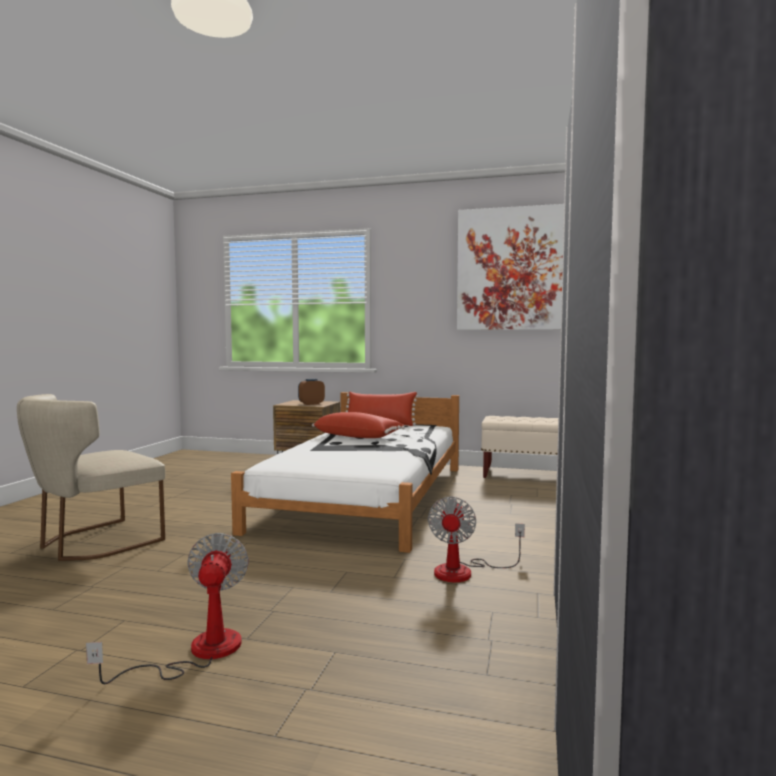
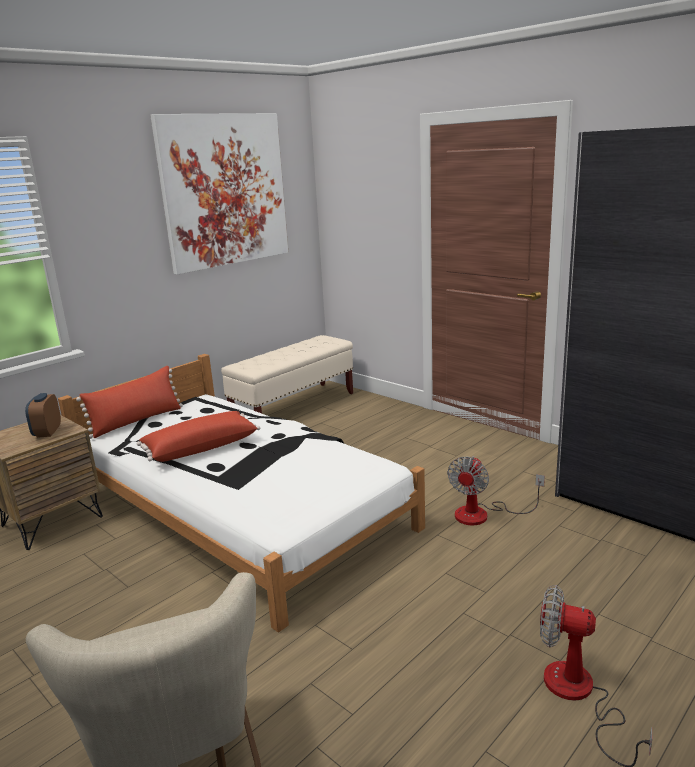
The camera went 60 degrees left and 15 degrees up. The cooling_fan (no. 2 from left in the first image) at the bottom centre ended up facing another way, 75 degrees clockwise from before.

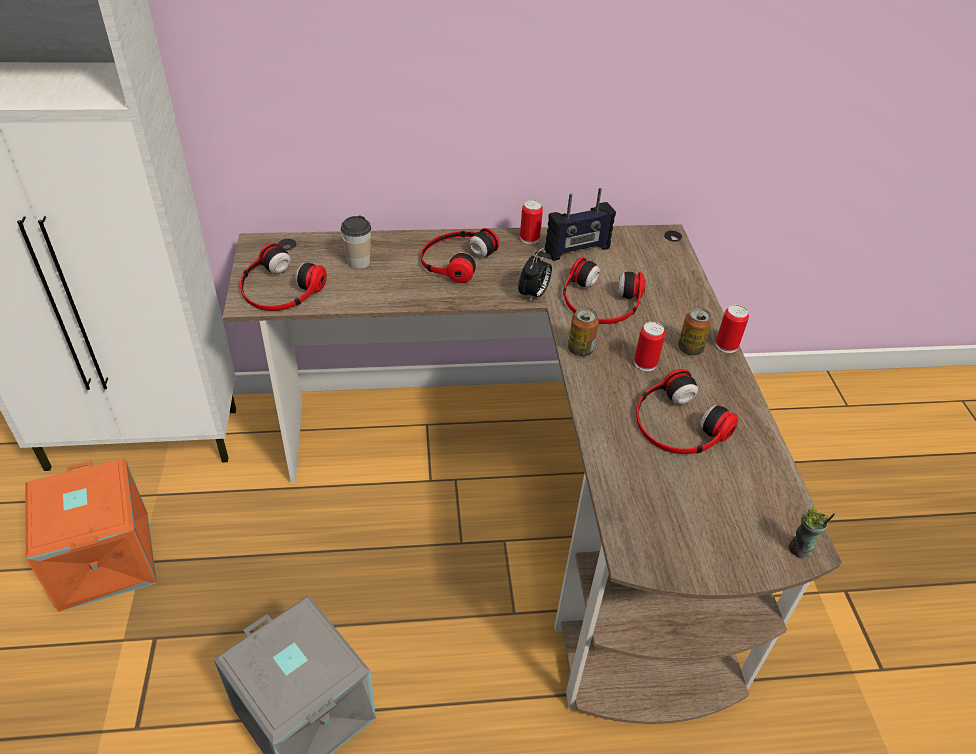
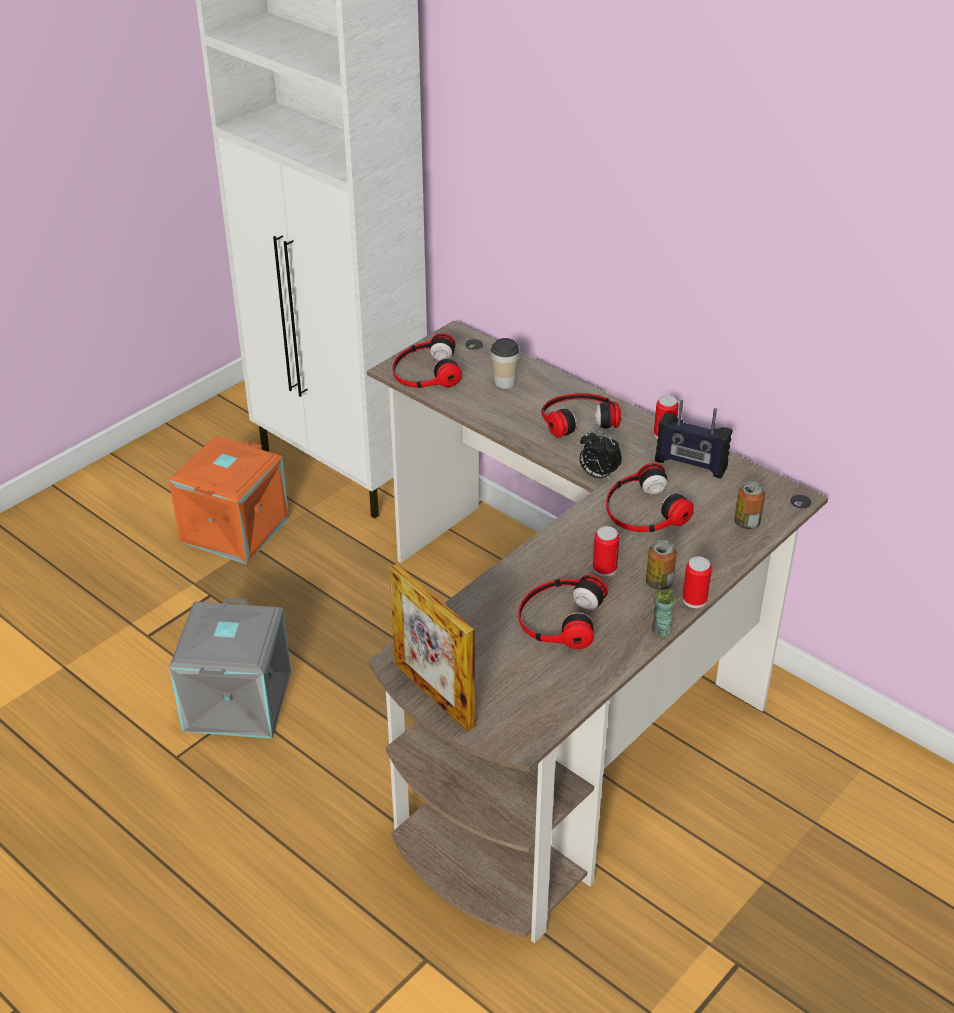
The camera went 50 degrees right and 5 degrees down. The second view gained the photo_frame at the centre. The table_clock at the centre ended up facing another way, 45 degrees clockwise from before. The small_cup (no. 2 from left) ended up elsewhere, having gone from the bottom right to the middle right. The metal_can (no. 2 from left in the first image) ended up elsewhere, having gone from the centre to the middle right.

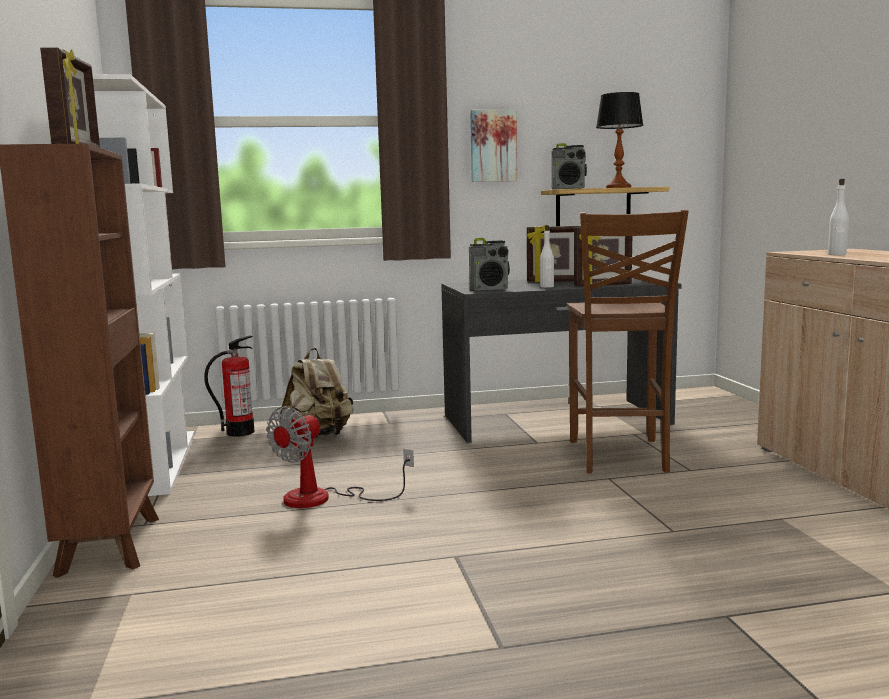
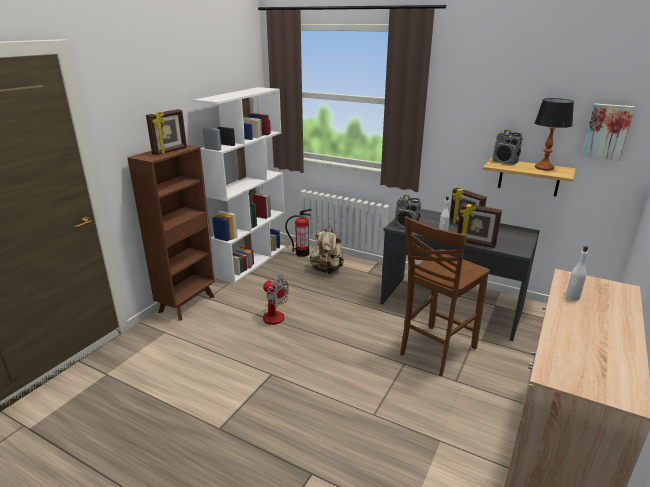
The camera went 40 degrees right and 15 degrees up. The cooling_fan at the centre ended up facing another way, 120 degrees counterclockwise from before. The picture ended up elsewhere, having gone from the top centre to the top right.

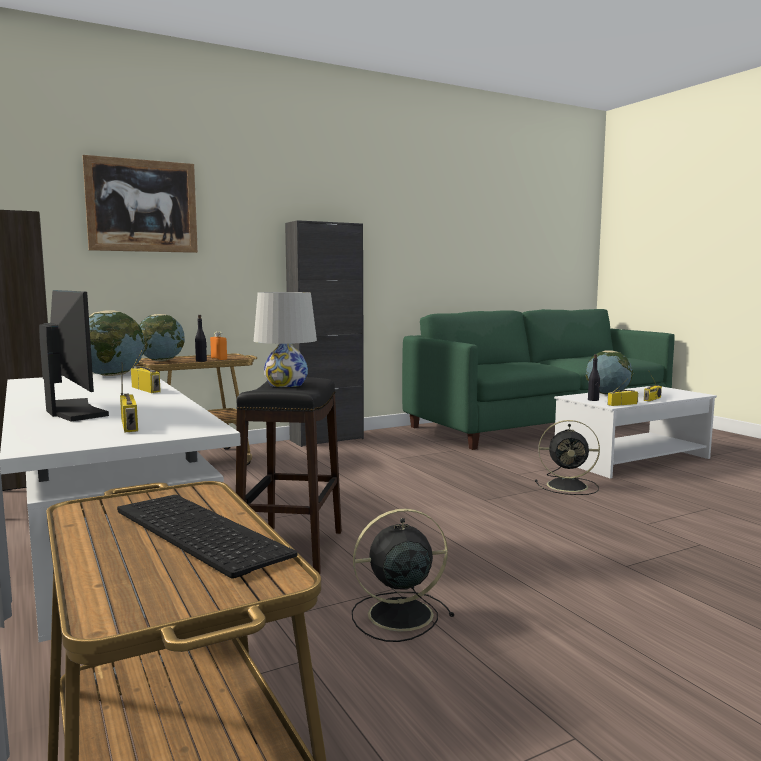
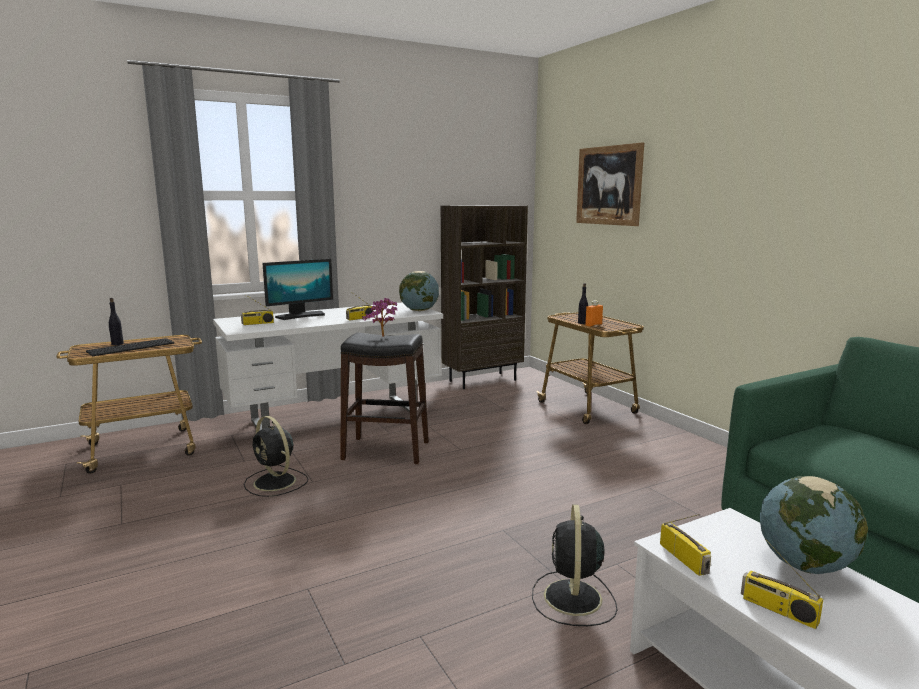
The camera went 90 degrees right and 5 degrees up. The blackish_bottle (no. 2 from left in the first image) ended up elsewhere, having gone from the middle right to the middle left. The blackish_cooling_fan (no. 1 from left) at the bottom centre ended up facing another way, 150 degrees clockwise from before. Where the white_tabletop_lamp stood at the centre, the plant_in_a_pot came to stand at the centre. The second view lost the desk_globe (no. 2 from left) at the middle left. The second view lost the blackish_cupboard at the centre.

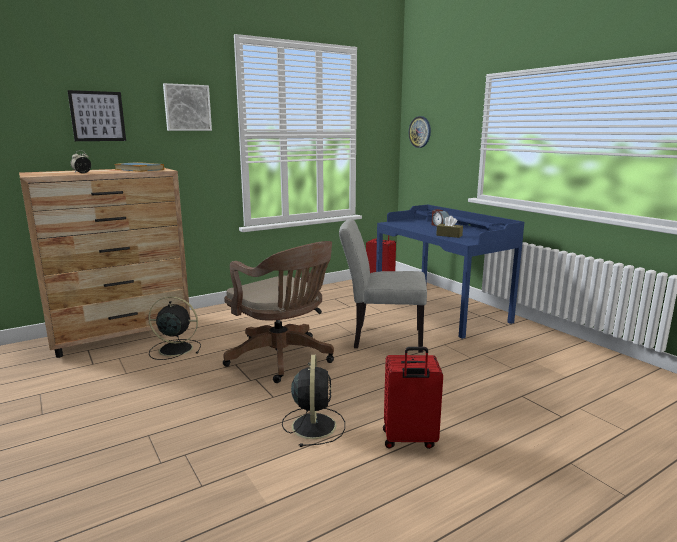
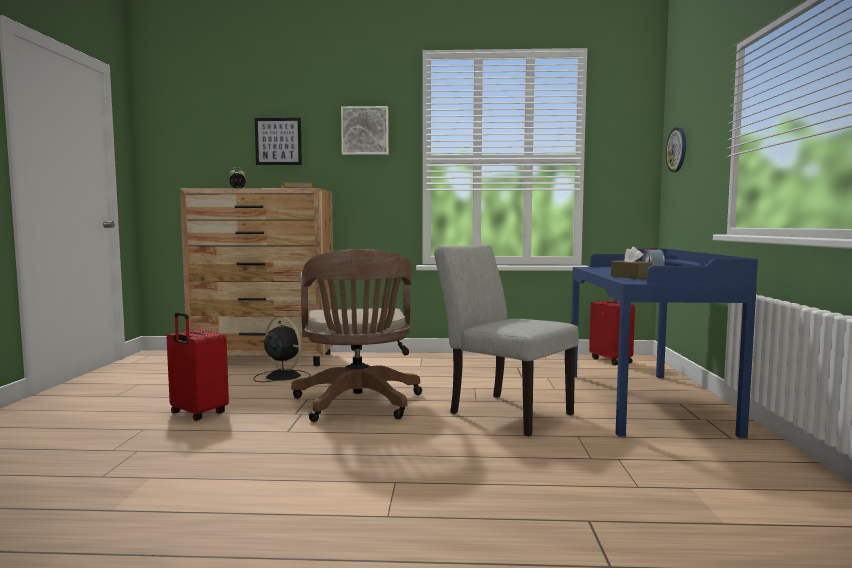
The camera went 35 degrees right and 10 degrees down. The red-coloured_suitcase (no. 2 from left in the first image) ended up elsewhere, having gone from the bottom centre to the middle left. The second view lost the blackish_cooling_fan (no. 2 from left) at the bottom centre.

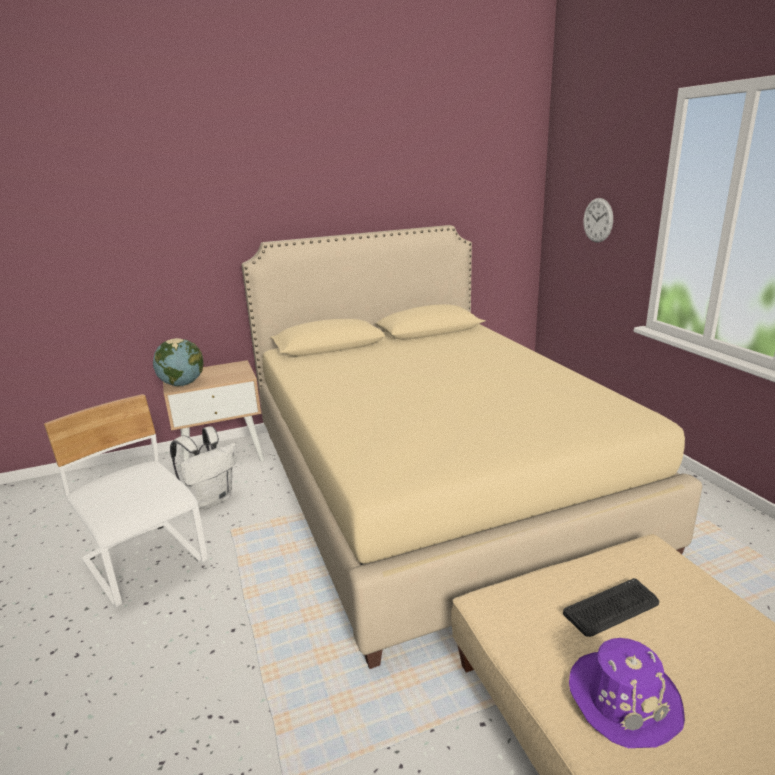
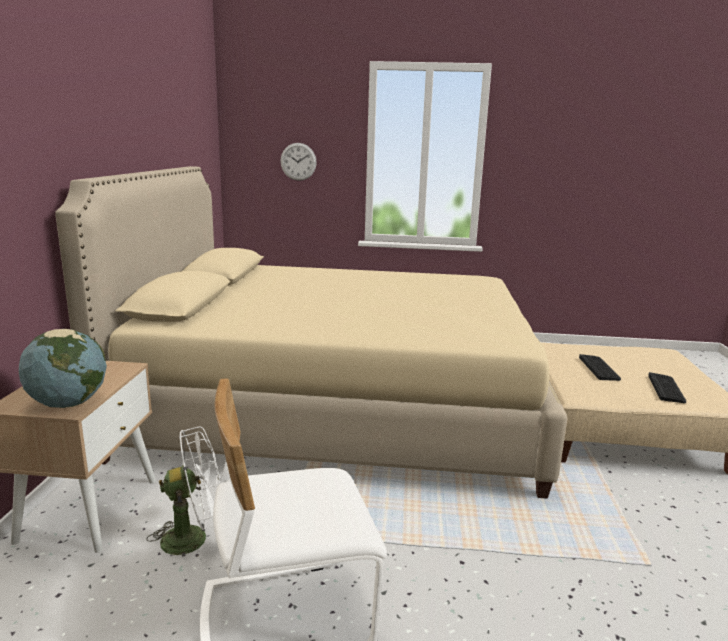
The camera went 65 degrees left and 5 degrees down. Where the white_backpack stood at the middle left, the white_cooling_fan came to stand at the bottom left. Where the purple_hat stood at the bottom right, the PC_keyboard (no. 2 from left) came to stand at the middle right.

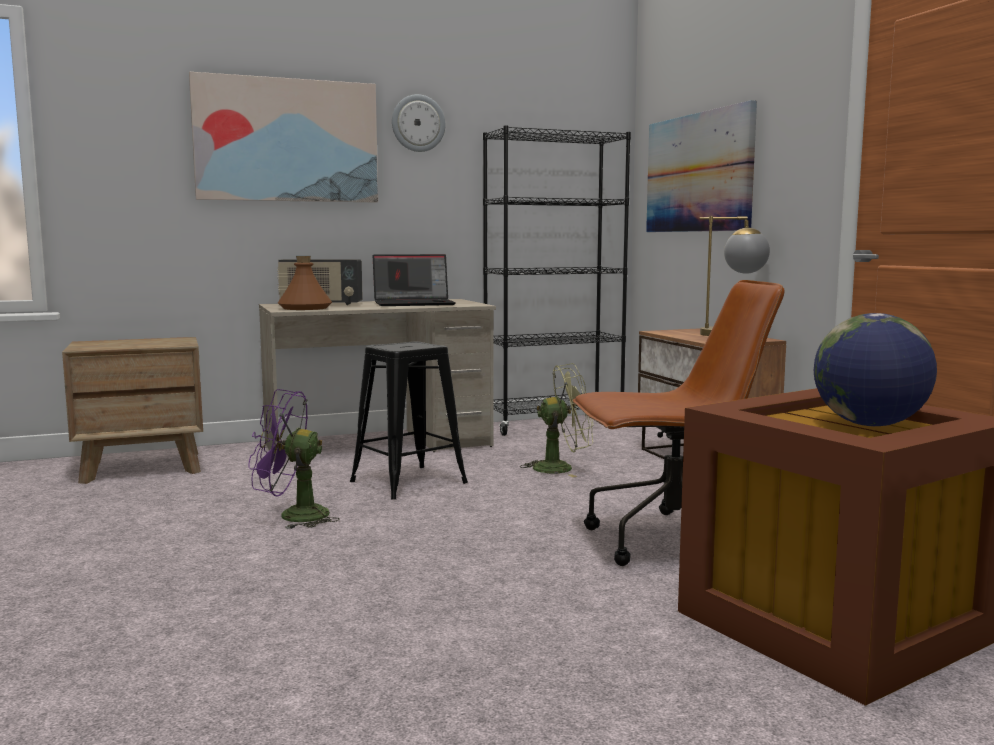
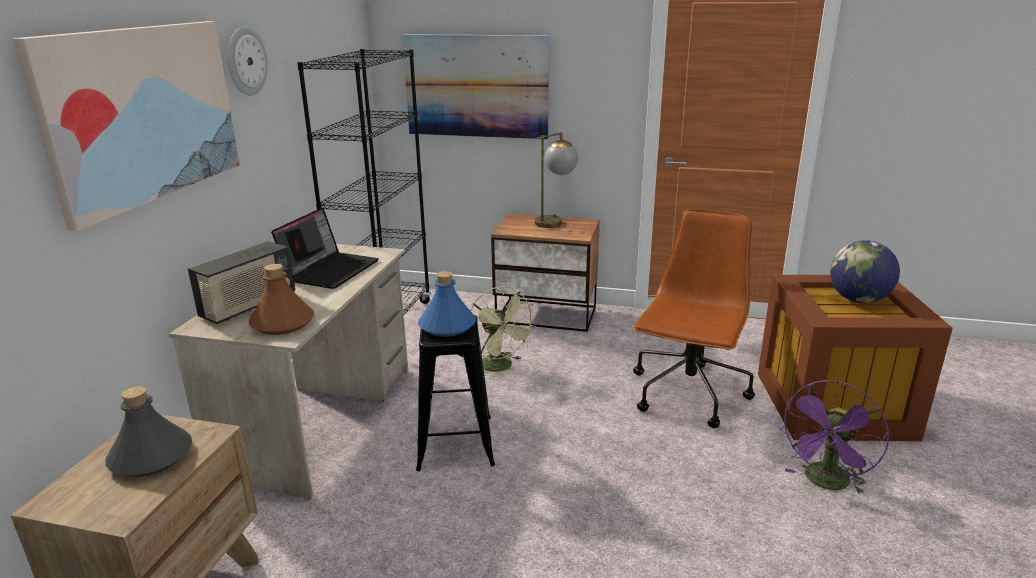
The camera went 55 degrees left and 15 degrees up. The second view gained the gray_bottle at the bottom left. The second view gained the blue-coloured_bottle at the centre. The greenish_cooling_fan at the centre ended up facing another way, 120 degrees clockwise from before. The purple_cooling_fan ended up elsewhere, having gone from the middle left to the bottom right.

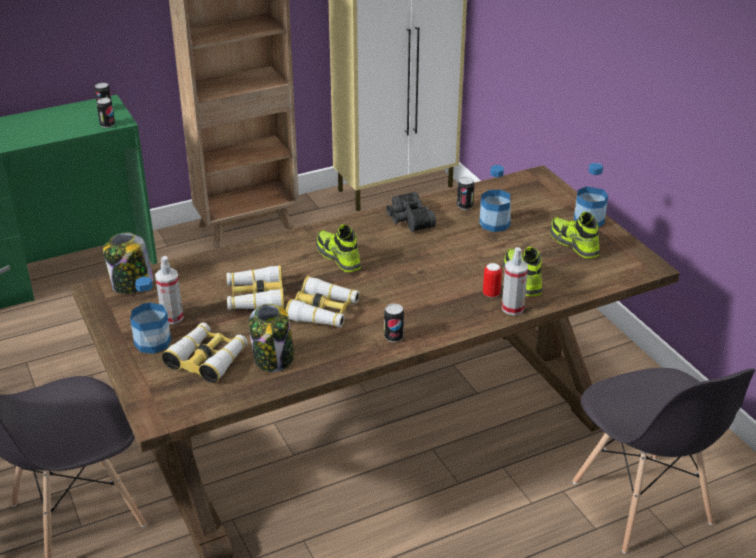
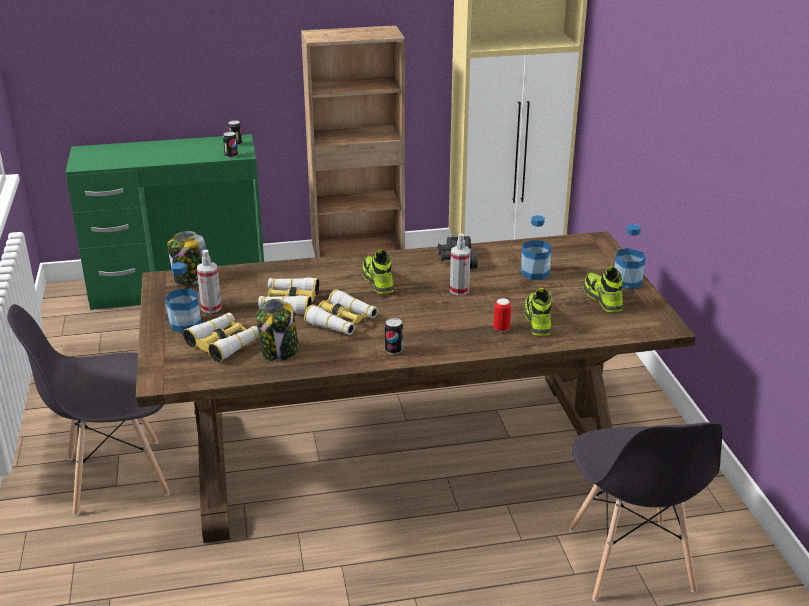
The camera went 15 degrees right and 5 degrees down. The spray_bottle (no. 2 from left) ended up elsewhere, having gone from the middle right to the centre. The second view lost the metal_can (no. 4 from left) at the centre.

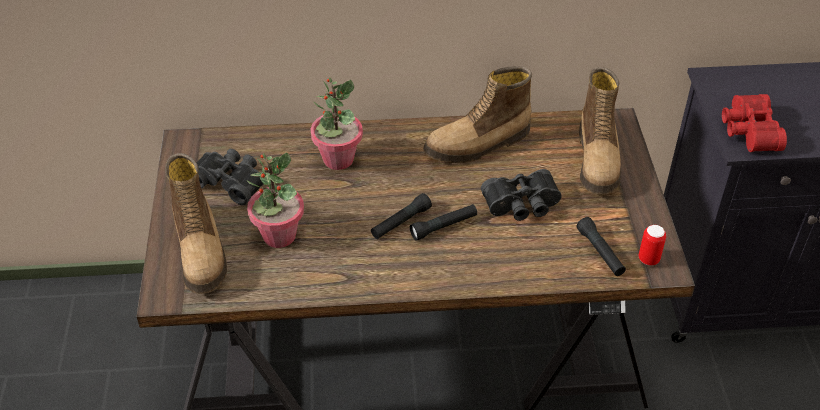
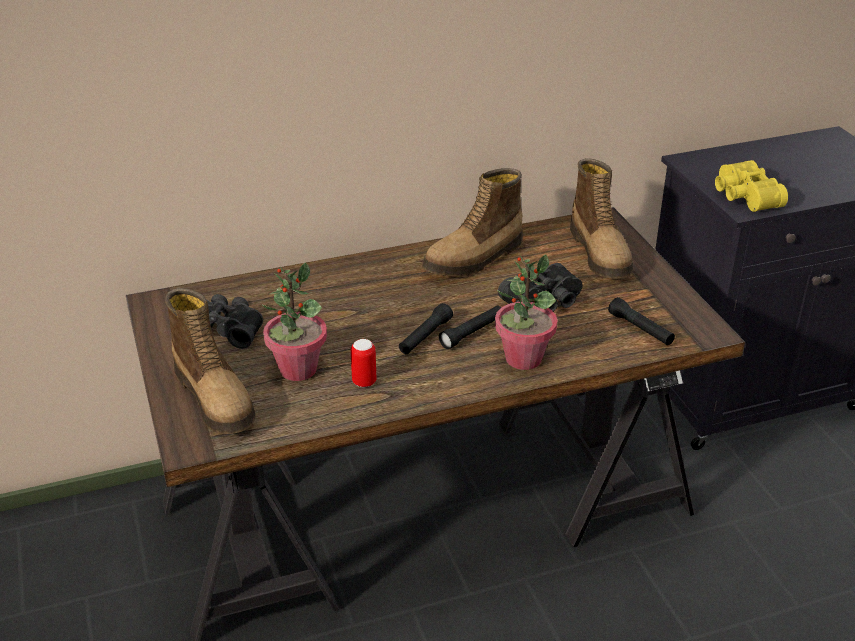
The camera went 15 degrees left and 10 degrees down. The metal_can ended up elsewhere, having gone from the middle right to the centre. The plant_in_a_pot (no. 2 from left) ended up elsewhere, having gone from the top centre to the centre. What was the red-coloured_binoculars at the top right turned into the yellowish_binoculars at the top right.

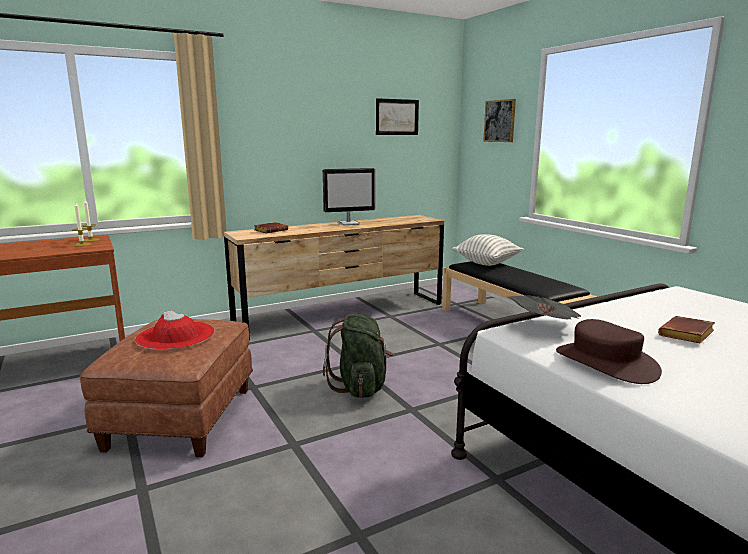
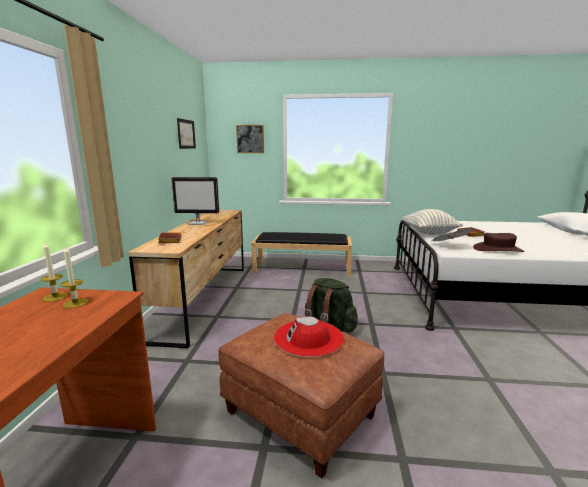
The camera went 55 degrees left and 0 degrees up. The computer_screen at the centre ended up facing another way, 75 degrees clockwise from before. The throw_pillow ended up elsewhere, having gone from the centre to the middle right.

